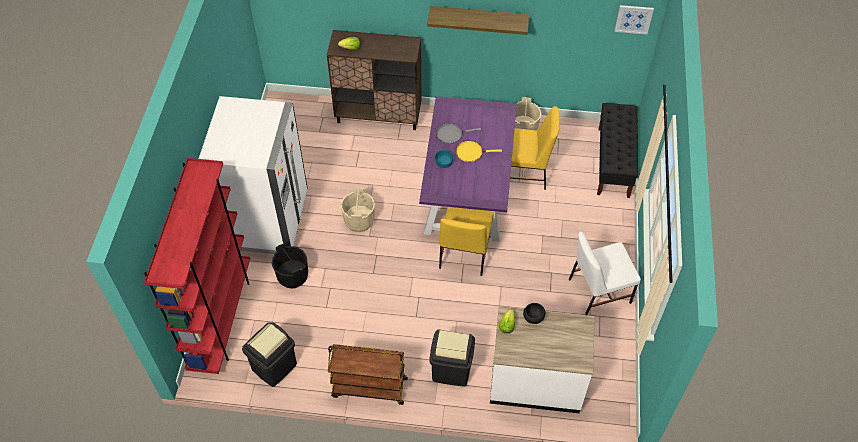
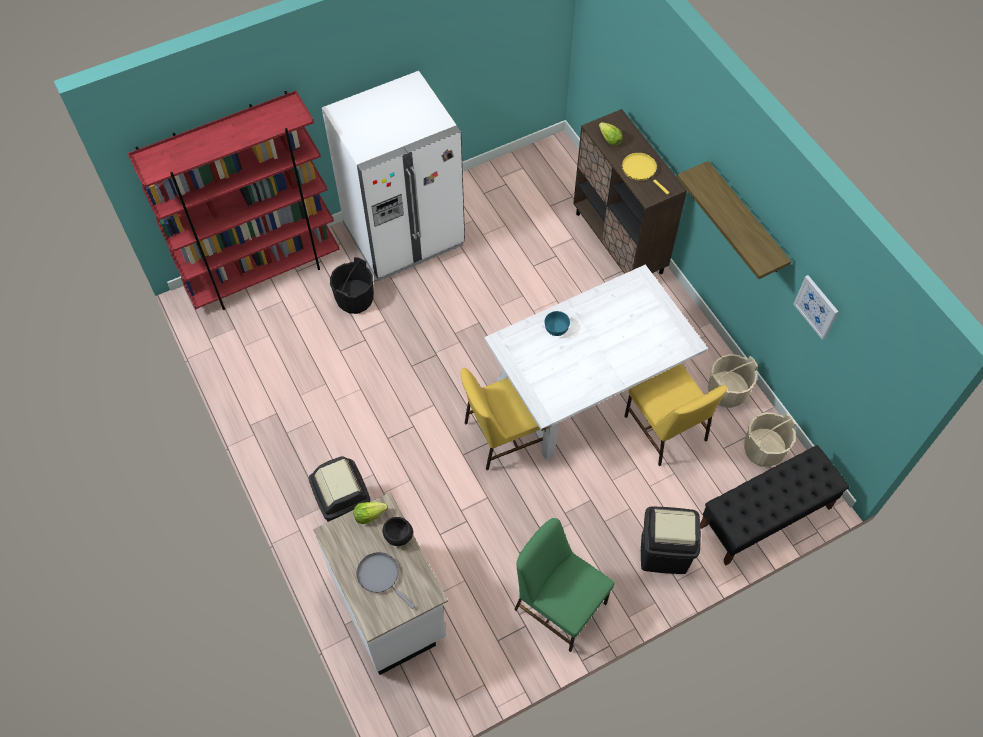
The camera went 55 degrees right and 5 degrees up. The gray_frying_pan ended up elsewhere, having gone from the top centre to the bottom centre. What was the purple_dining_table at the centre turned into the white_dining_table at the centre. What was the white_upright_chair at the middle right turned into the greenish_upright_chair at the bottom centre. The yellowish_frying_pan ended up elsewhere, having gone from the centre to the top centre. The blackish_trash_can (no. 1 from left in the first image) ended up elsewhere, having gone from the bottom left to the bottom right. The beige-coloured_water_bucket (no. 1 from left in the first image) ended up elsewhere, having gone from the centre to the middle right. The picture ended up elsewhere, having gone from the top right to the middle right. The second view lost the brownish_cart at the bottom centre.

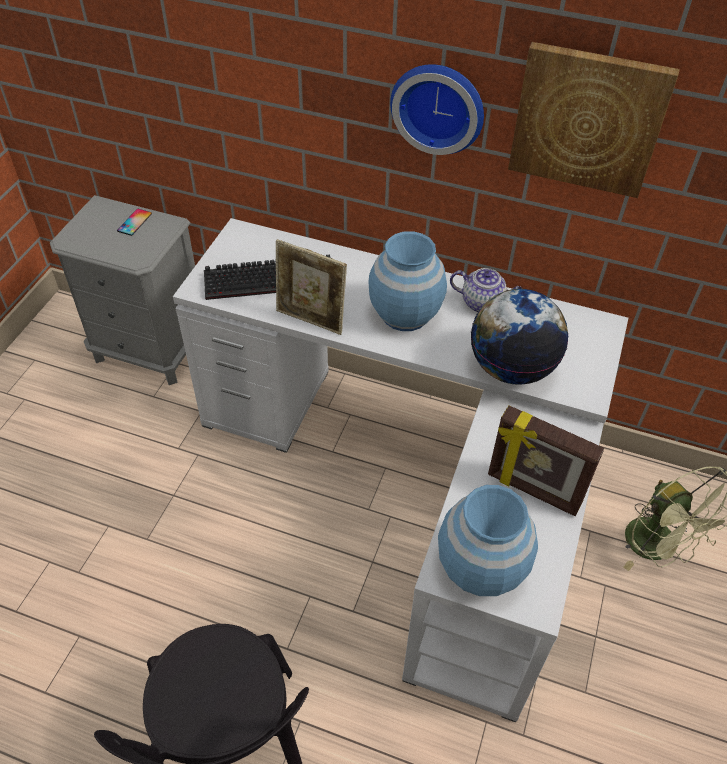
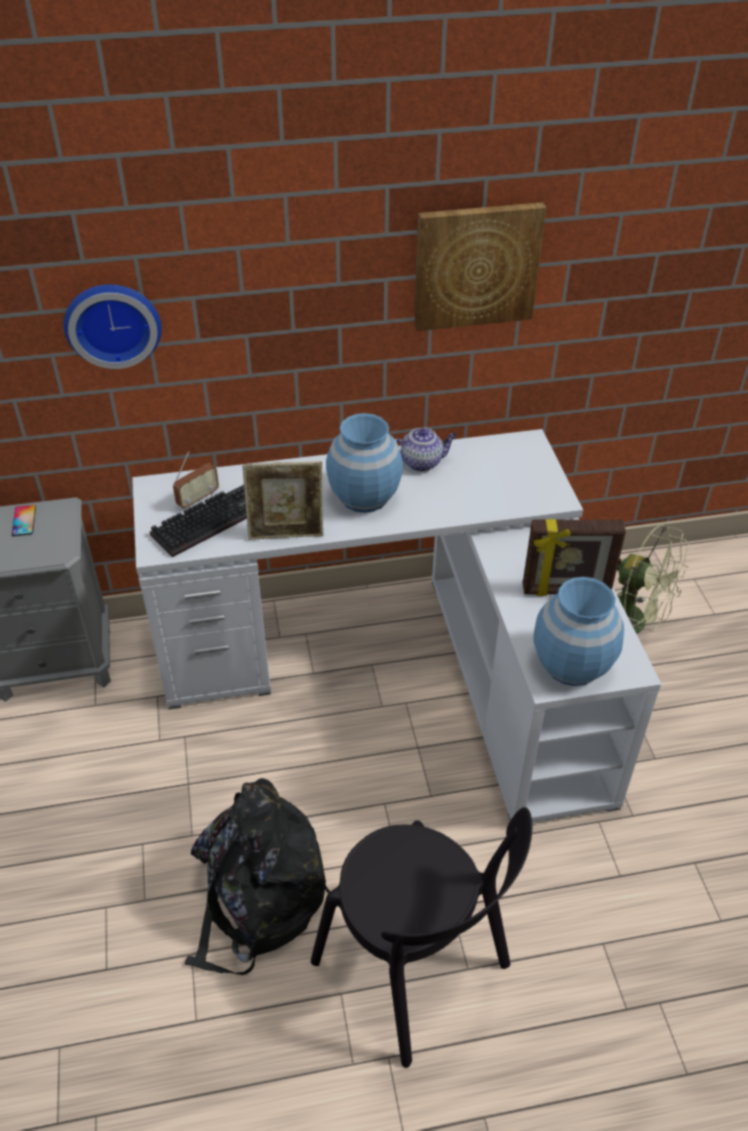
The camera went 30 degrees left and 5 degrees down. The wall_clock ended up elsewhere, having gone from the top centre to the top left. The second view gained the radio_receiver at the middle left. The second view gained the blackish_backpack at the bottom centre. The second view lost the desk_globe at the middle right.

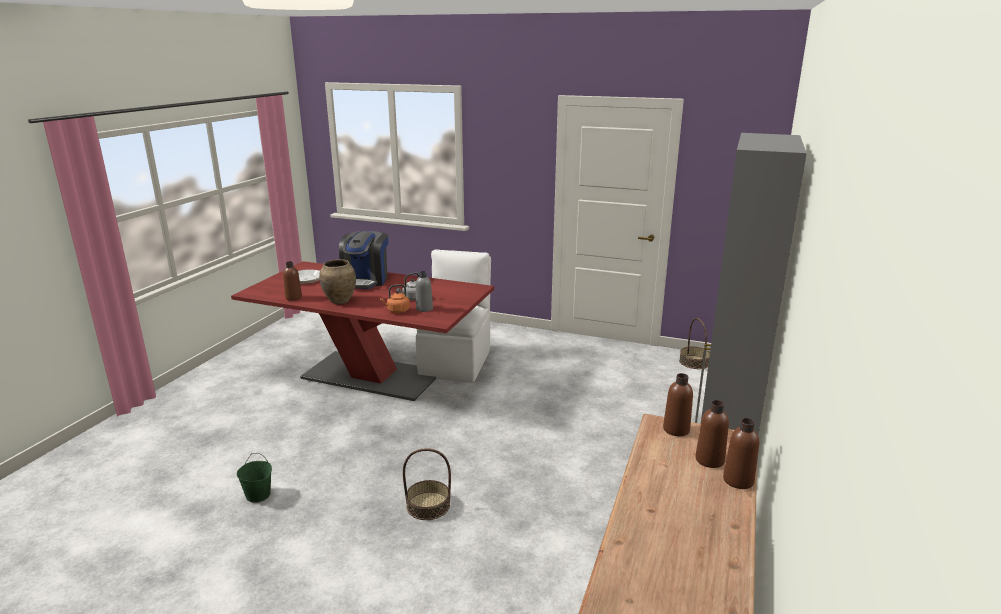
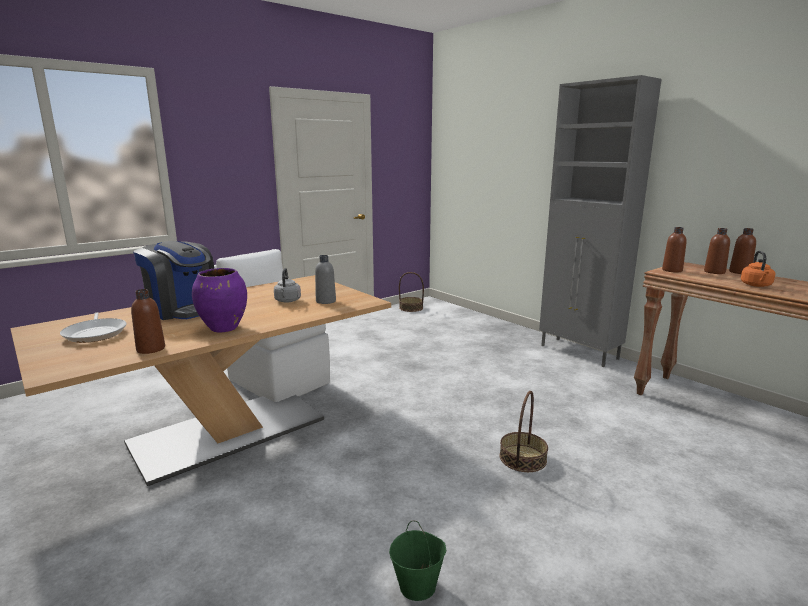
The camera went 60 degrees left and 5 degrees down. What was the red-coloured_dining_table at the centre turned into the beige-coloured_dining_table at the middle left. What was the brownish_decorative_vase at the centre turned into the purple_decorative_vase at the middle left. The orange-coloured_tea_kettle ended up elsewhere, having gone from the centre to the middle right.

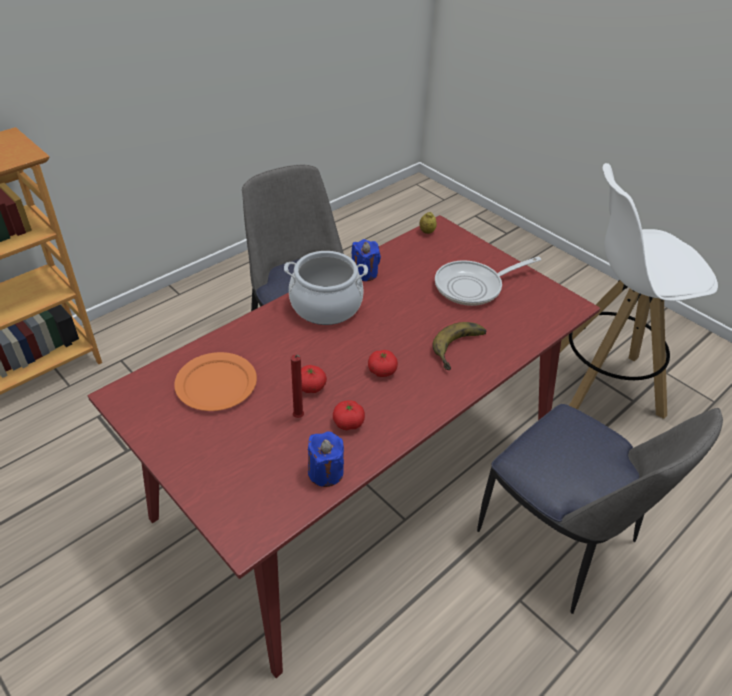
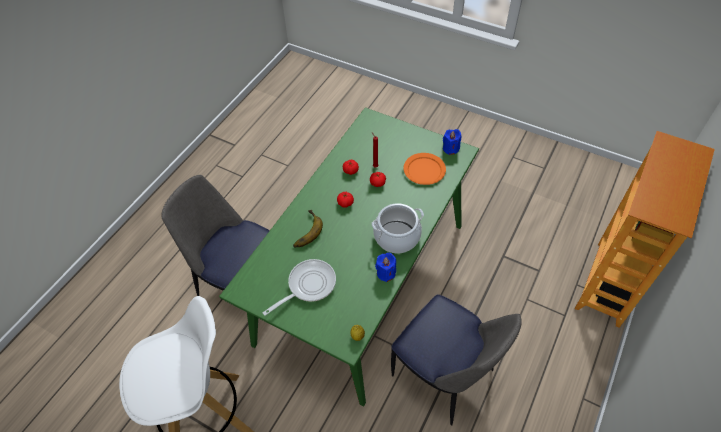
The camera went 165 degrees right and 10 degrees up. What was the red-coloured_dining_table at the centre turned into the greenish_dining_table at the centre. The blue-coloured_candle (no. 1 from left in the first image) ended up elsewhere, having gone from the centre to the top centre.

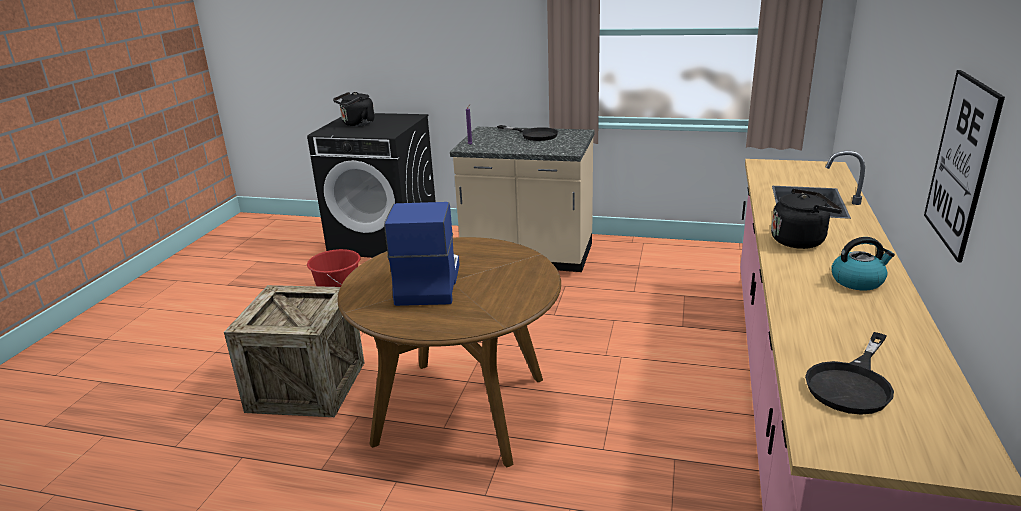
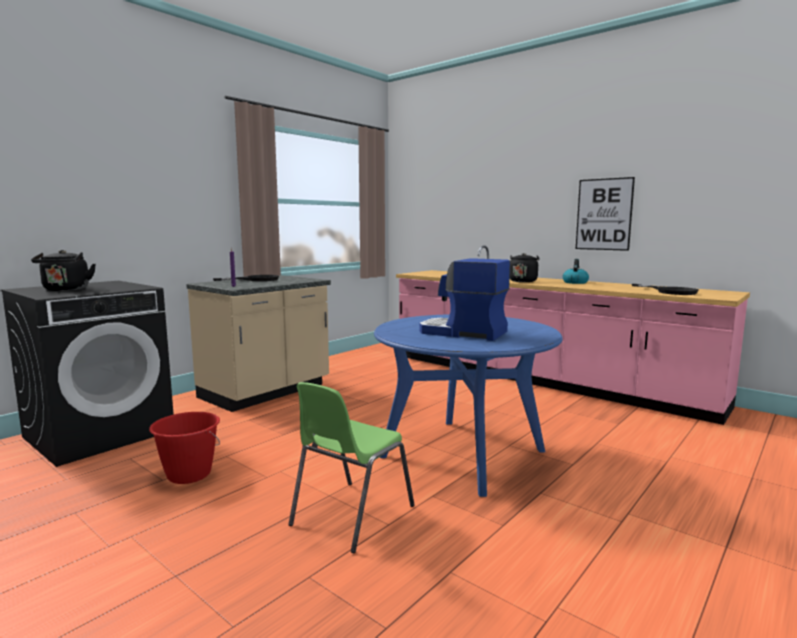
The camera went 65 degrees left and 15 degrees down. Where the crate stood at the bottom left, the greenish_upright_chair came to stand at the bottom centre. What was the brownish_dining_table at the bottom centre turned into the blue-coloured_dining_table at the centre.

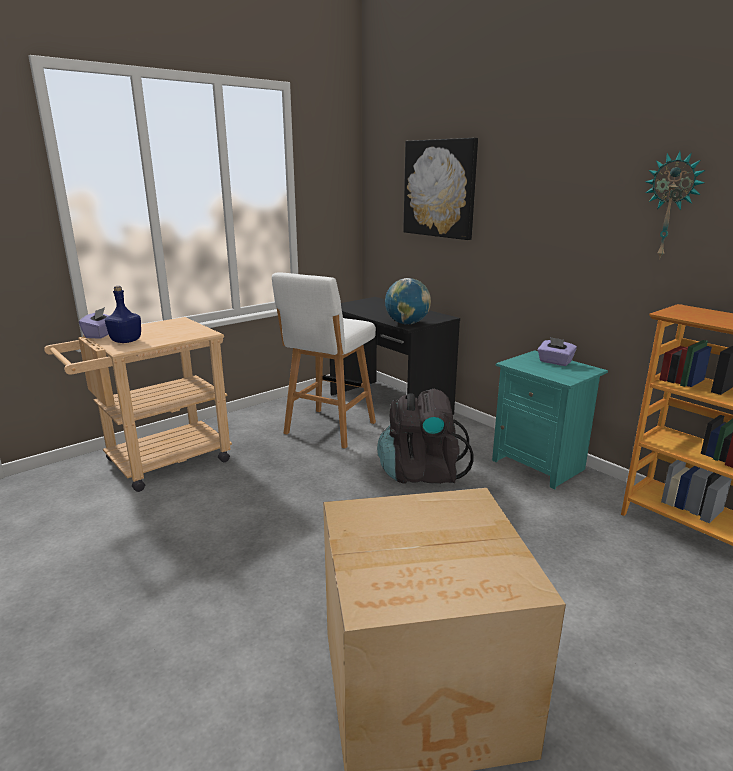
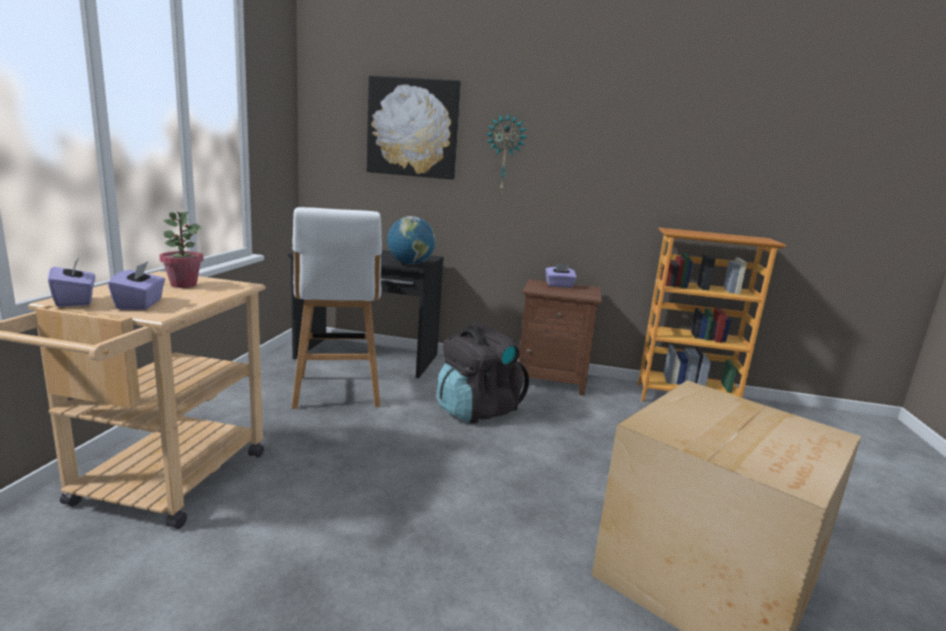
The camera went 40 degrees left and 5 degrees down. Where the blue-coloured_bottle stood at the middle left, the purple_tissue_box (no. 2 from left) came to stand at the middle left. The second view gained the plant_in_a_pot at the middle left. The wall_clock ended up elsewhere, having gone from the top right to the top centre. What was the blue-green_bedside_table at the middle right turned into the brownish_bedside_table at the centre.

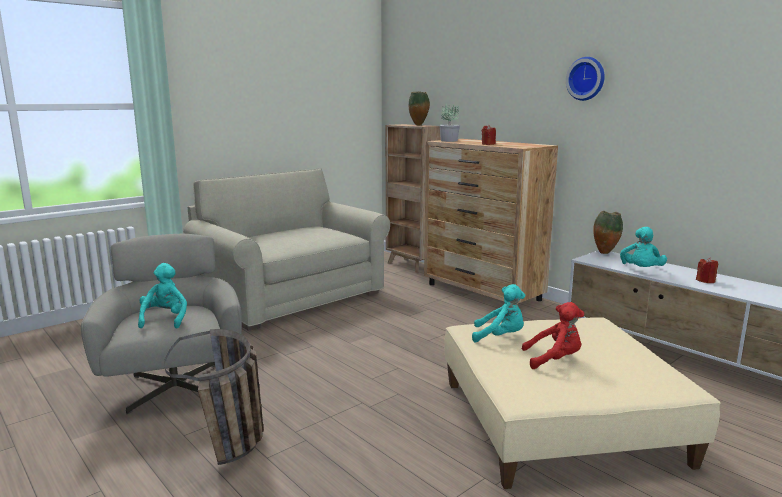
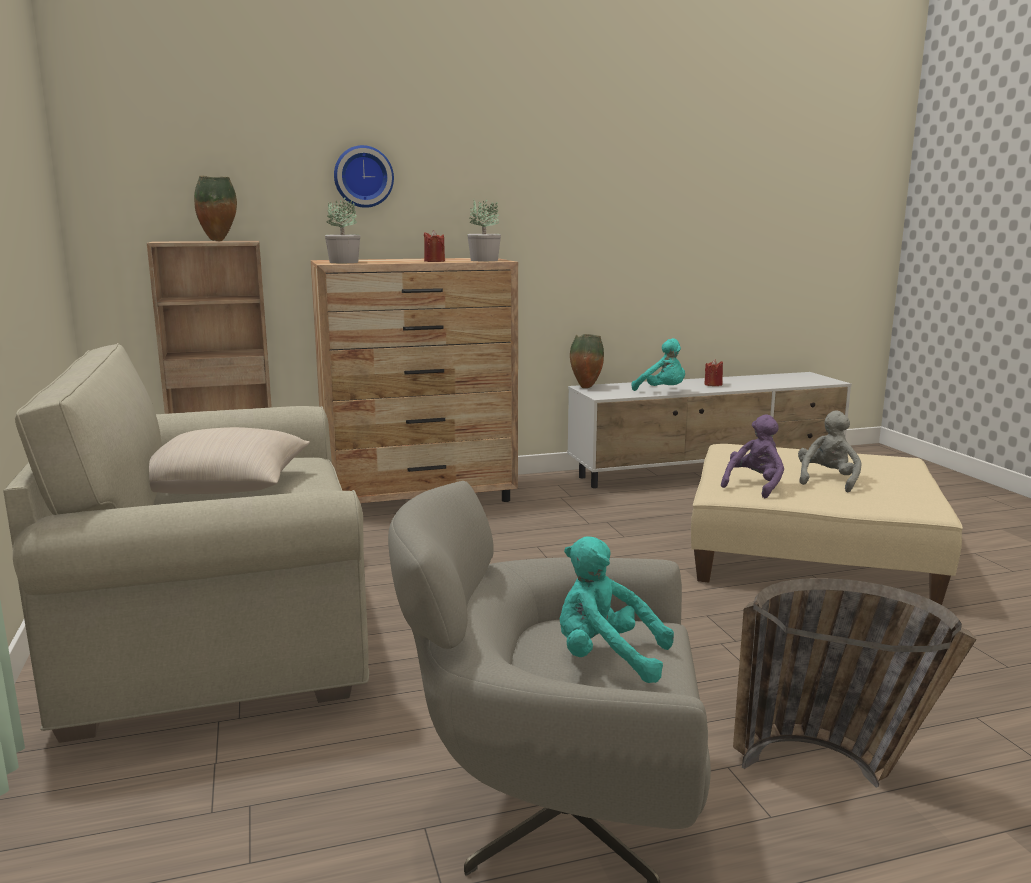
The camera went 65 degrees left and 0 degrees up. The second view gained the beige-coloured_throw_pillow at the middle left. The wall_clock ended up elsewhere, having gone from the top right to the top centre. The second view gained the plant_in_a_pot (no. 2 from left) at the top centre. What was the blue-green_cuddly_toy (no. 2 from left) at the centre turned into the purple_cuddly_toy at the middle right. What was the red-coloured_cuddly_toy at the bottom right turned into the gray_cuddly_toy at the middle right.

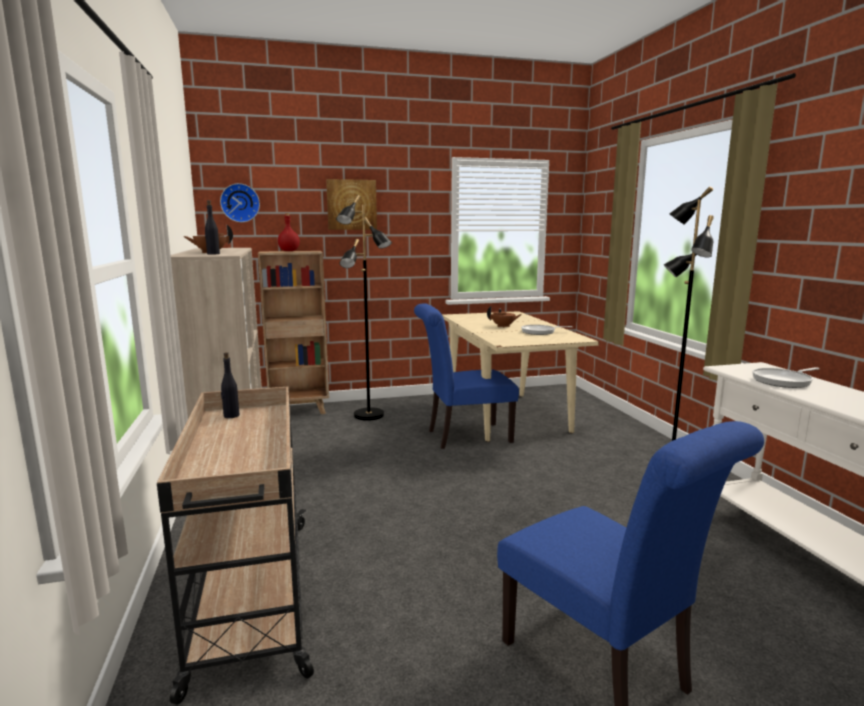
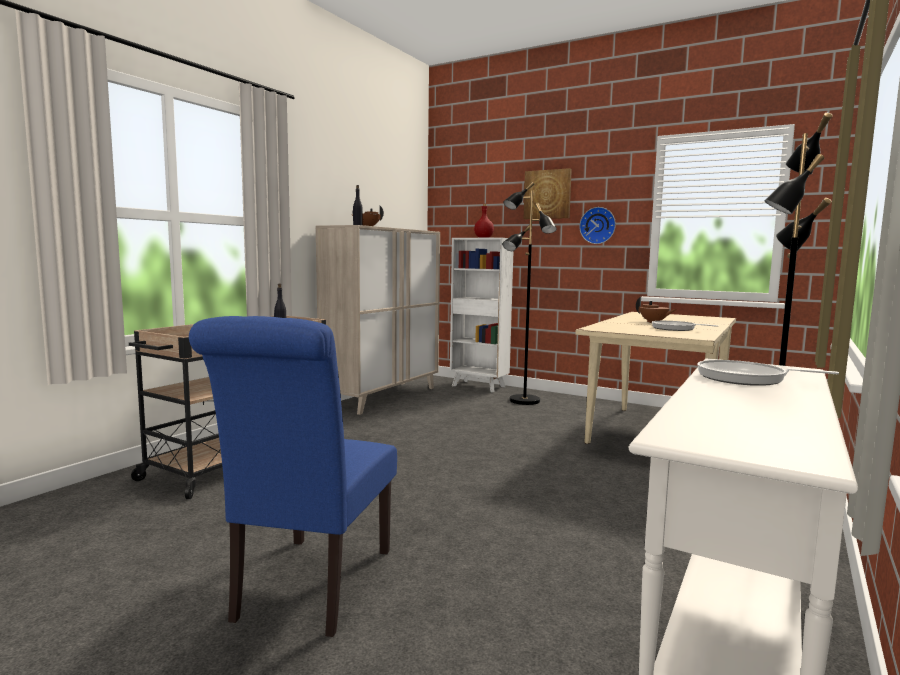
The camera went 45 degrees right and 5 degrees down. What was the brownish_shelving_unit at the centre turned into the white_shelving_unit at the centre. The wall_clock ended up elsewhere, having gone from the top left to the centre. The second view lost the blue-coloured_upright_chair (no. 1 from left) at the centre.

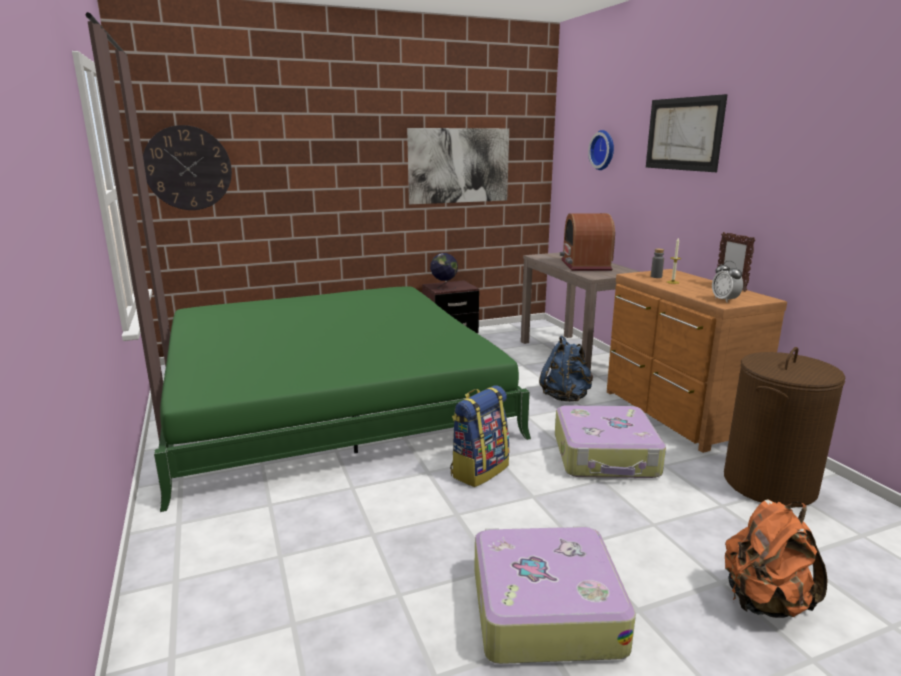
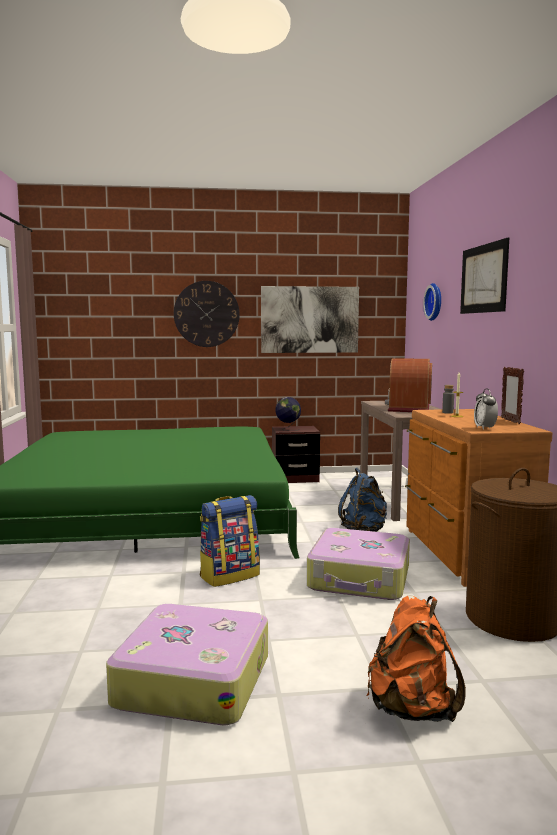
The camera went 15 degrees right and 10 degrees down. The wall_clock (no. 1 from left) ended up elsewhere, having gone from the top left to the centre.

